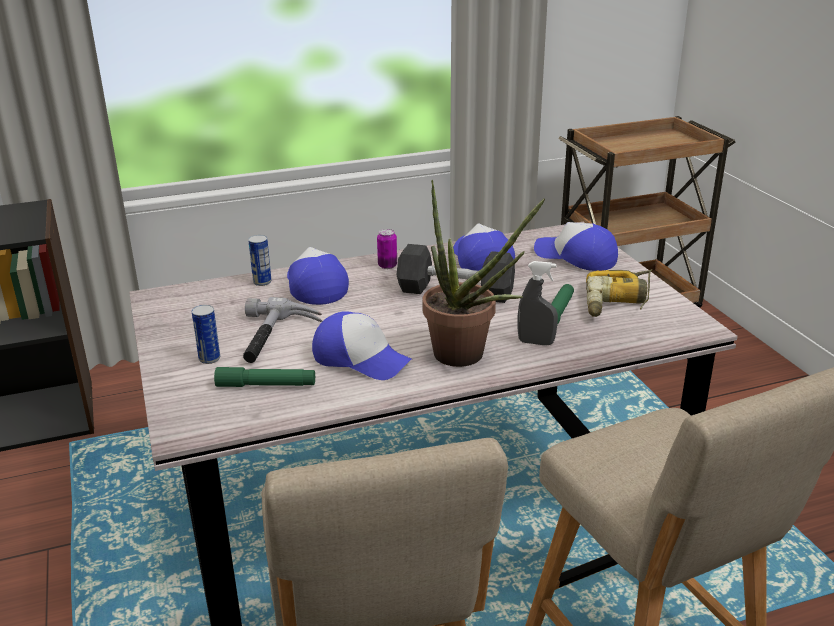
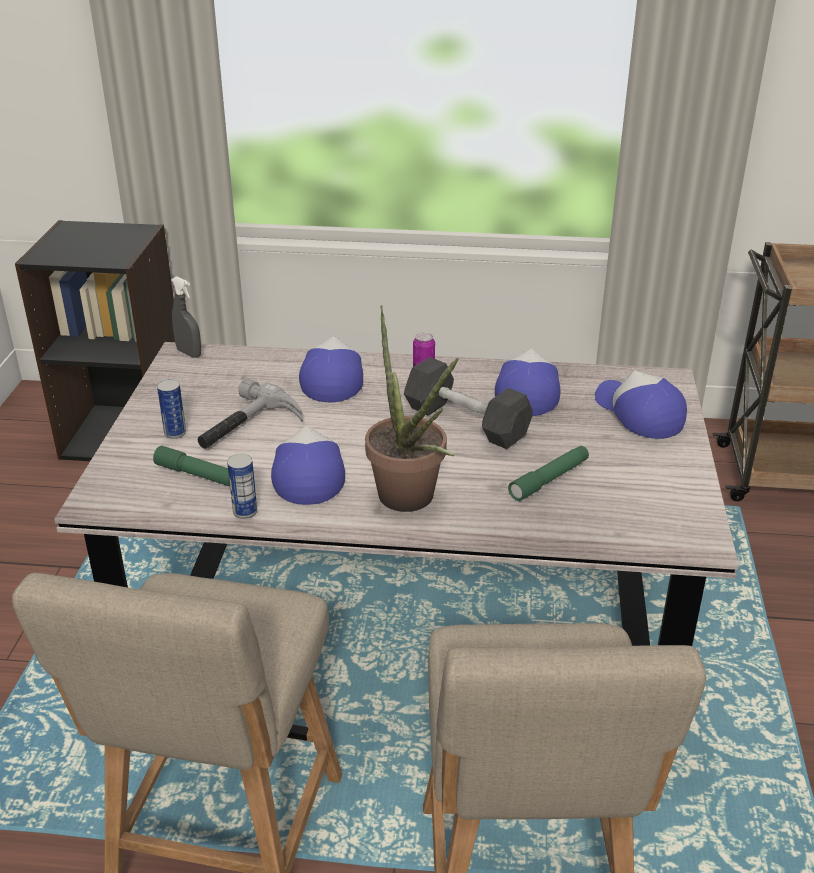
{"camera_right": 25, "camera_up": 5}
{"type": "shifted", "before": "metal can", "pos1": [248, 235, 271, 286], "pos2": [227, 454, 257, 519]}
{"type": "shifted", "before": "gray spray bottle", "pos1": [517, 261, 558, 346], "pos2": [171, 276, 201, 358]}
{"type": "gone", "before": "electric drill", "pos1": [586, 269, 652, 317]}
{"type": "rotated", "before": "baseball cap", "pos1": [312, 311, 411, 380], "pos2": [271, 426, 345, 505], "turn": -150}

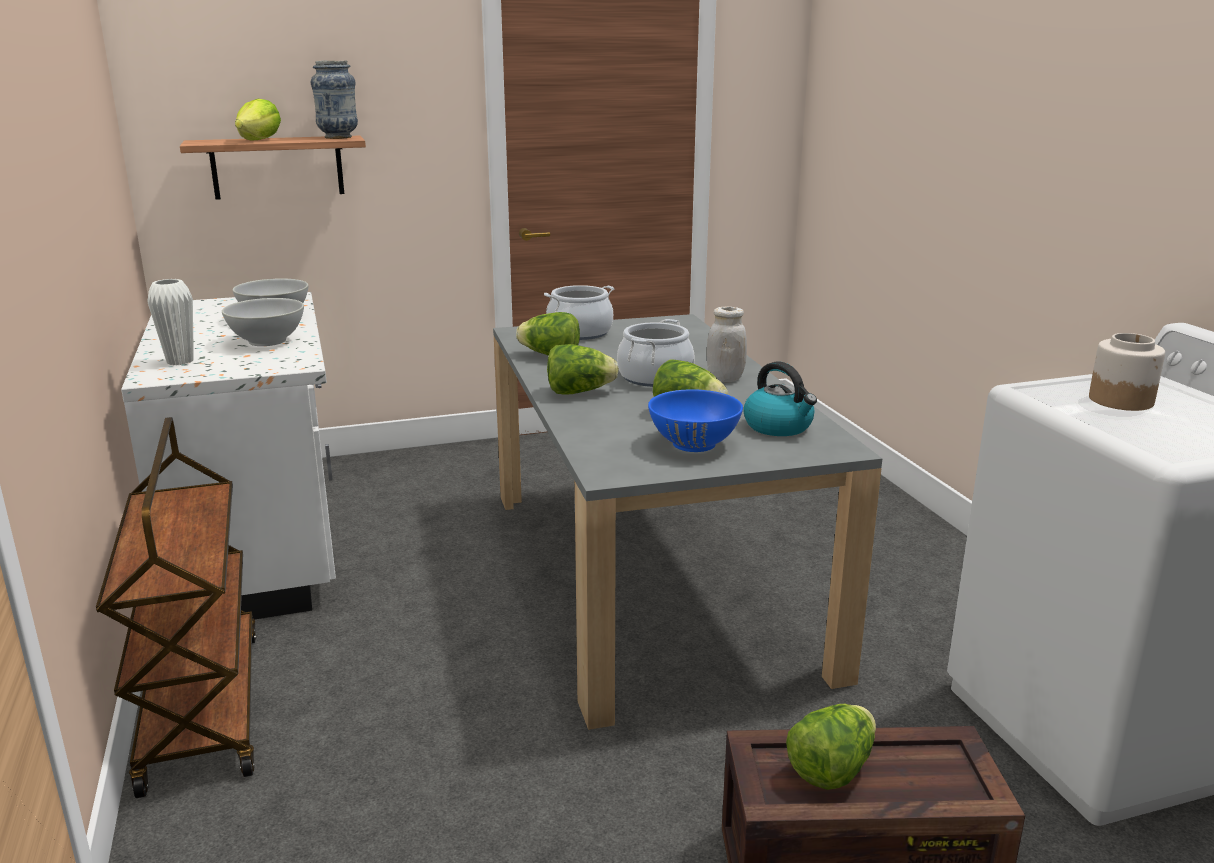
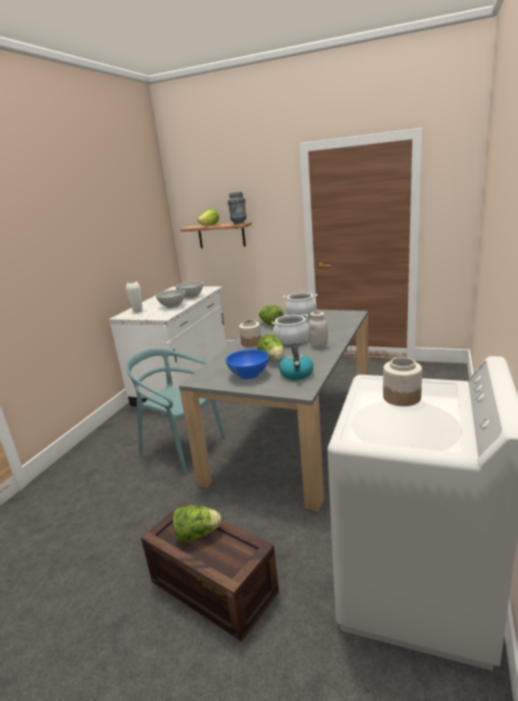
{"camera_right": 40, "camera_up": 0}
{"type": "swapped", "before": "lettuce", "after": "storage jar", "pos1": [547, 344, 619, 395], "pos2": [239, 320, 261, 347]}
{"type": "gone", "before": "brownish cart", "pos1": [96, 417, 257, 798]}
{"type": "new", "after": "blue-green chair", "pos2": [126, 348, 225, 473]}

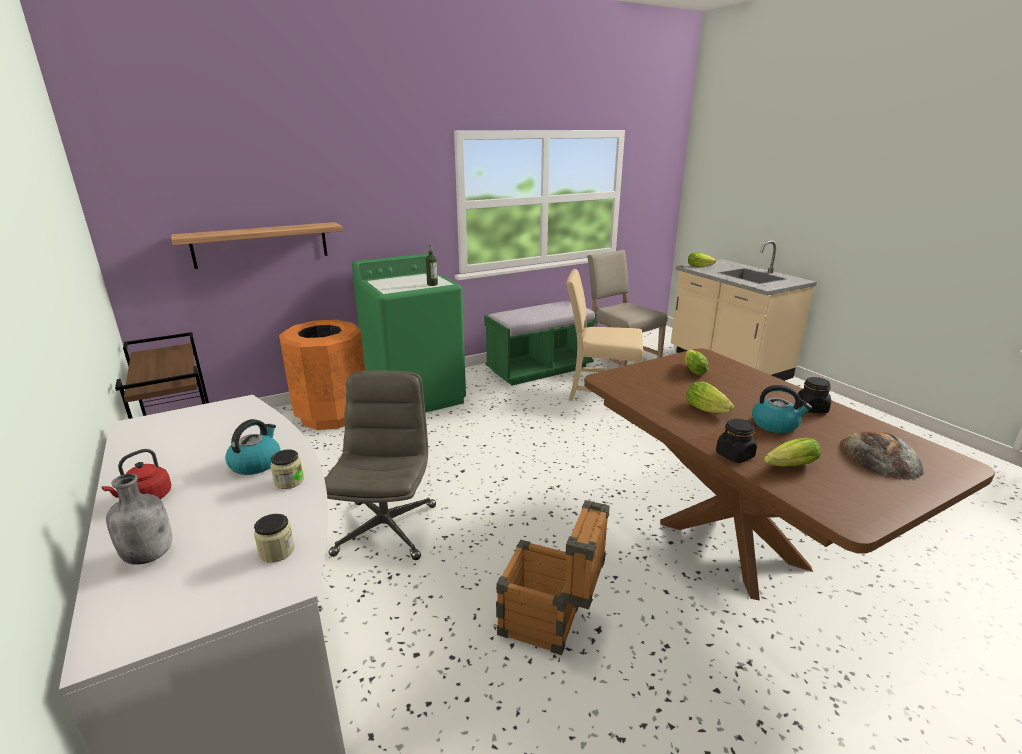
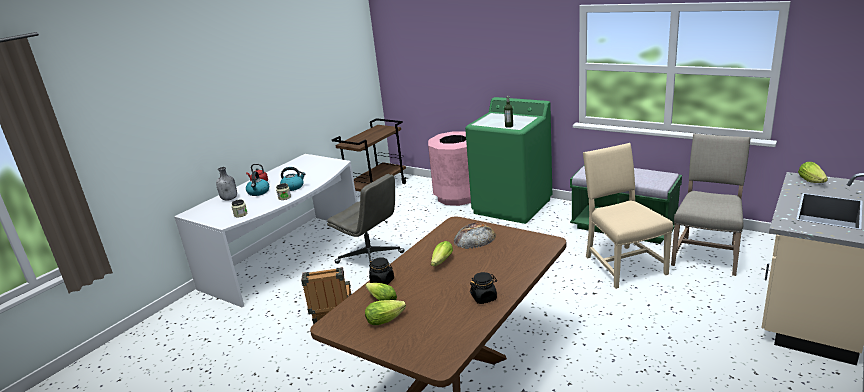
{"camera_right": 65, "camera_up": 0}
{"type": "gone", "before": "wall shelf", "pos1": [171, 222, 343, 269]}
{"type": "repainted", "before": "orange waste bin", "after": "pink waste bin", "pos1": [279, 320, 365, 430], "pos2": [428, 131, 471, 206]}
{"type": "shifted", "before": "lettuce", "pos1": [685, 350, 708, 375], "pos2": [365, 300, 406, 325]}
{"type": "rotated", "before": "gray office chair", "pos1": [324, 370, 436, 560], "pos2": [327, 174, 404, 274], "turn": 60}
{"type": "shifted", "before": "tea kettle", "pos1": [752, 385, 812, 433], "pos2": [246, 171, 269, 196]}
{"type": "shifted", "before": "bakery bread", "pos1": [840, 431, 924, 480], "pos2": [453, 222, 496, 249]}

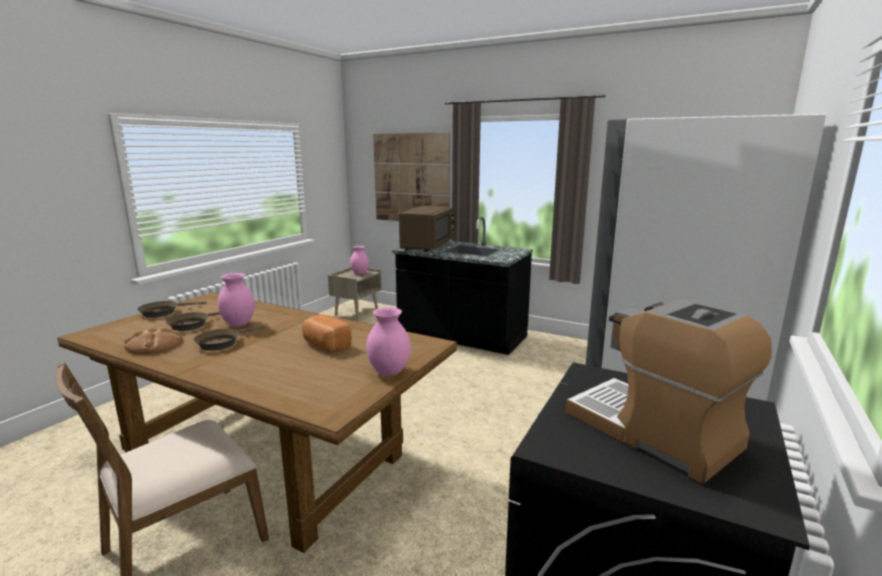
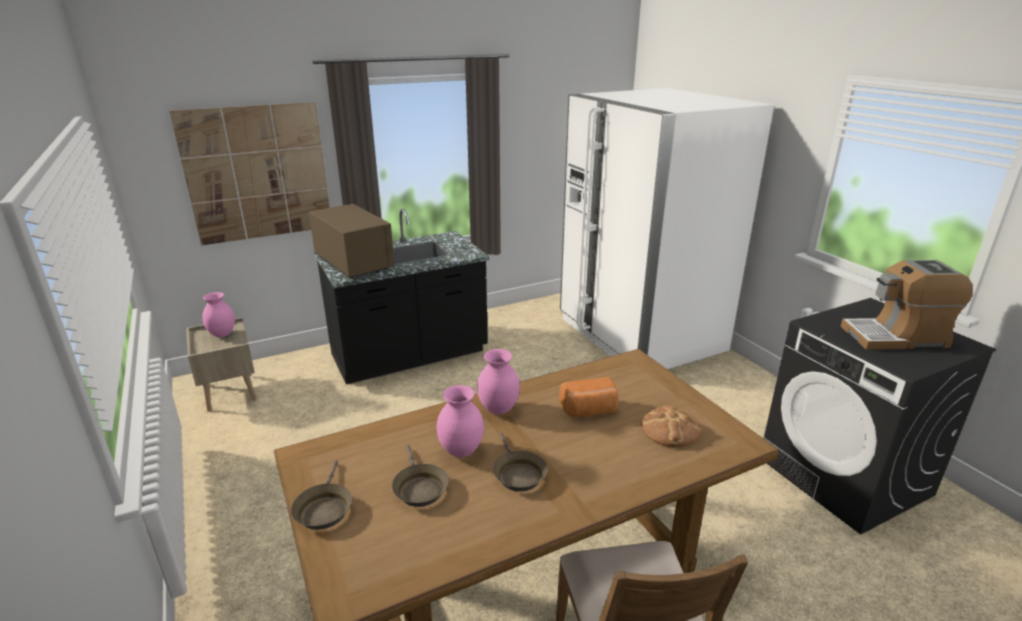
{"camera_right": -55, "camera_up": 10}
{"type": "shifted", "before": "pink flower vase", "pos1": [366, 307, 410, 376], "pos2": [477, 349, 520, 415]}
{"type": "shifted", "before": "bakery bread", "pos1": [124, 326, 183, 354], "pos2": [641, 405, 702, 447]}

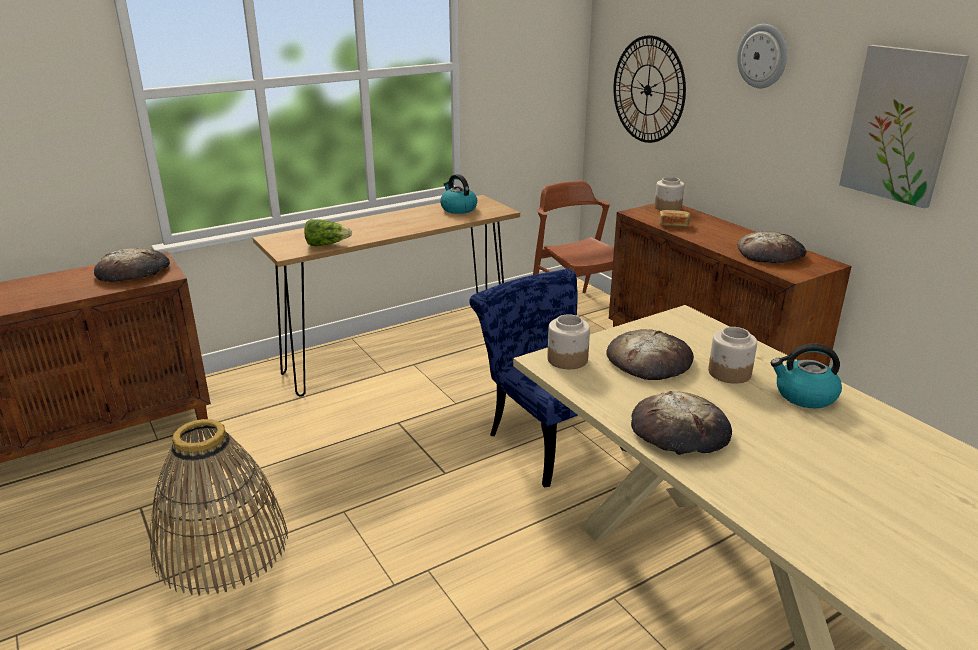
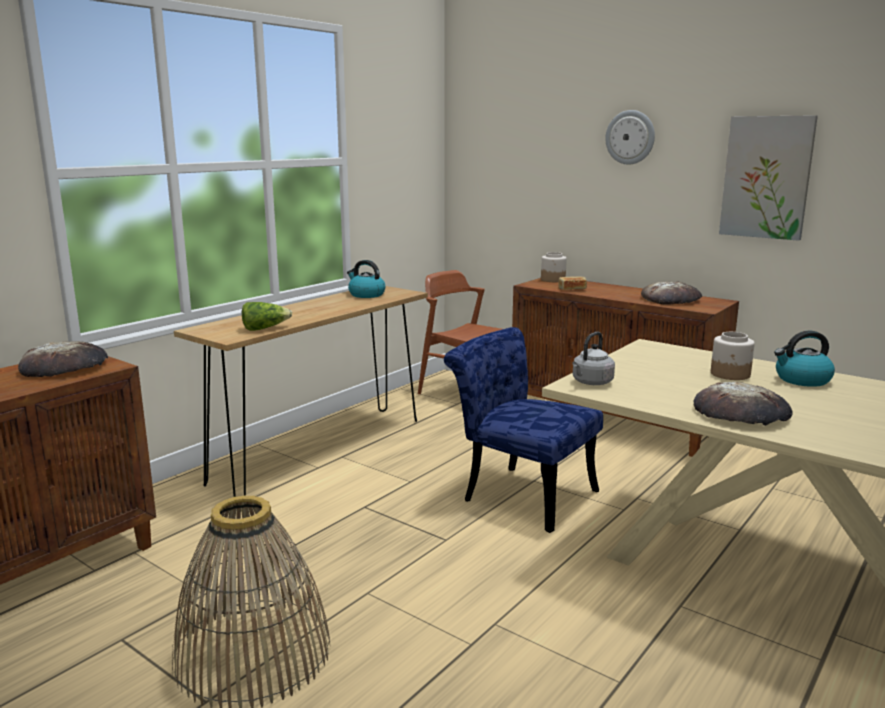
{"camera_right": -20, "camera_up": -10}
{"type": "gone", "before": "wall clock", "pos1": [614, 35, 686, 143]}
{"type": "swapped", "before": "storage jar", "after": "gray tea kettle", "pos1": [547, 314, 590, 369], "pos2": [573, 332, 615, 385]}
{"type": "gone", "before": "bakery bread", "pos1": [606, 329, 694, 380]}

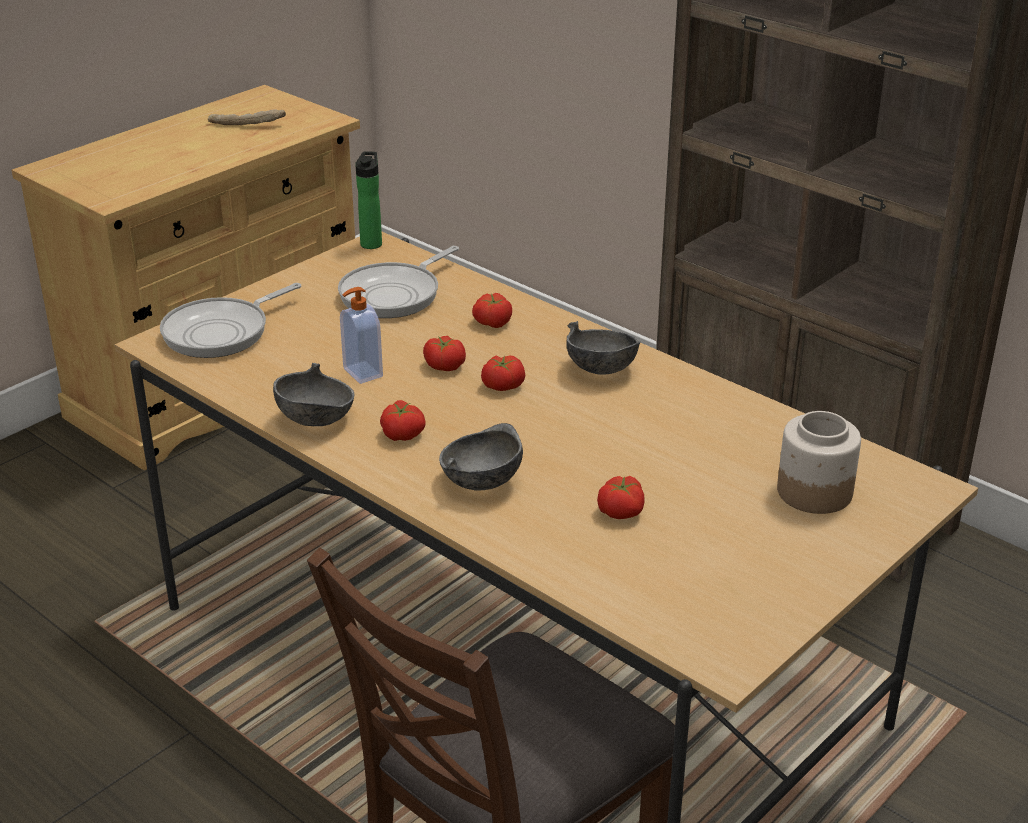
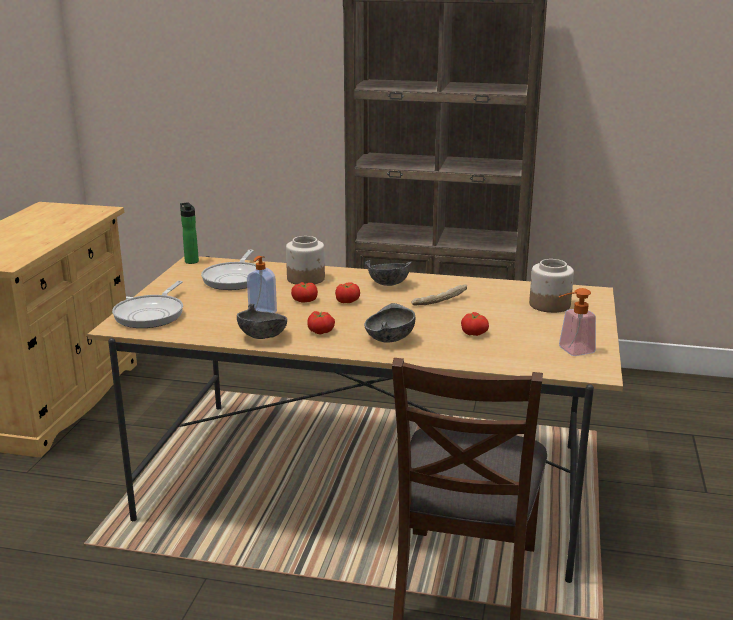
{"camera_right": -30, "camera_up": -10}
{"type": "shifted", "before": "bakery bread", "pos1": [208, 109, 286, 125], "pos2": [411, 284, 467, 305]}
{"type": "swapped", "before": "fresh tomato", "after": "storage jar", "pos1": [472, 293, 512, 328], "pos2": [286, 236, 325, 284]}
{"type": "new", "after": "liquid soap bottle", "pos2": [559, 288, 596, 356]}

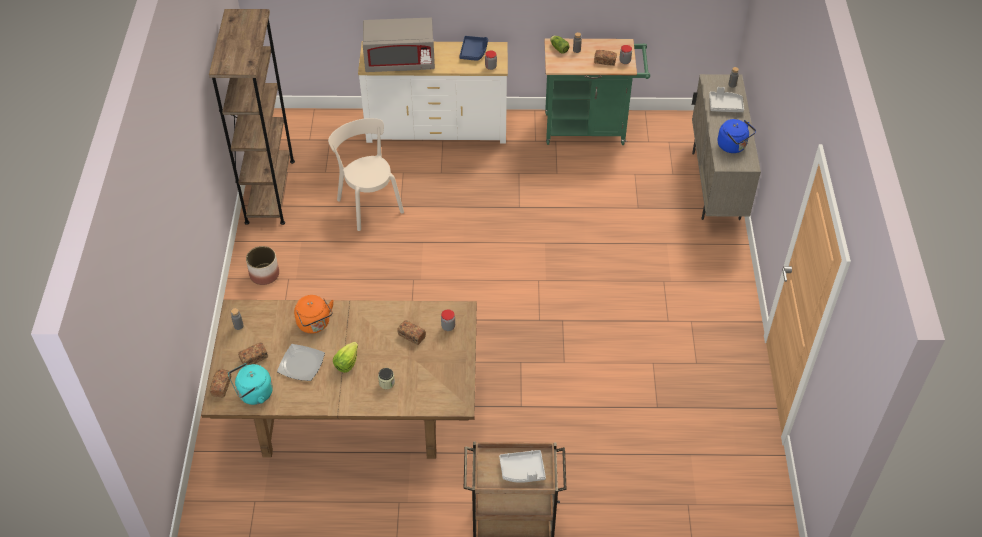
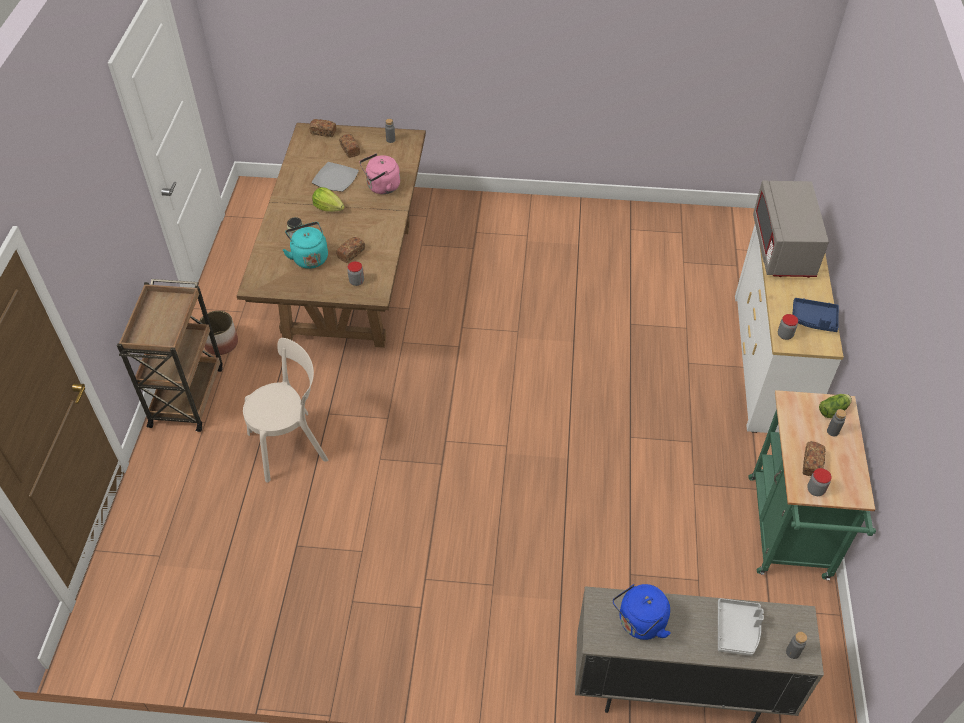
{"camera_right": 95, "camera_up": 0}
{"type": "gone", "before": "brownish bookshelf", "pos1": [209, 9, 295, 225]}
{"type": "shifted", "before": "sand-coloured chair", "pos1": [328, 118, 404, 231], "pos2": [243, 338, 328, 482]}
{"type": "shifted", "before": "flower pot", "pos1": [246, 246, 279, 285], "pos2": [199, 311, 238, 355]}
{"type": "repainted", "before": "orange tea kettle", "after": "pink tea kettle", "pos1": [294, 295, 334, 333], "pos2": [359, 153, 400, 194]}
{"type": "shifted", "before": "blue-green tea kettle", "pos1": [228, 363, 273, 405], "pos2": [283, 222, 328, 269]}
{"type": "gone", "before": "gray tray", "pos1": [499, 450, 546, 483]}

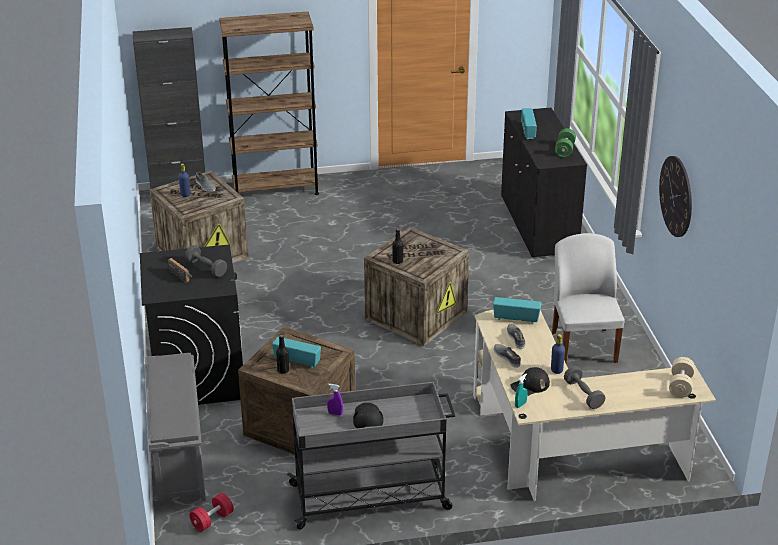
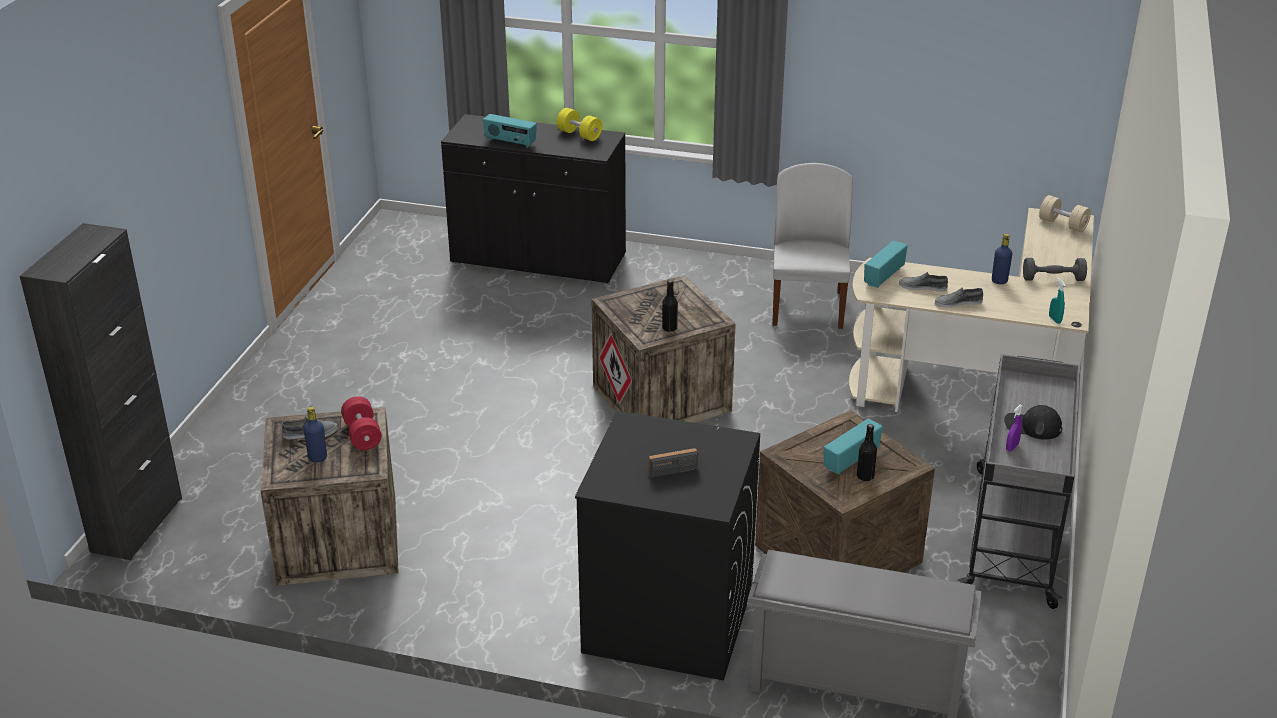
{"camera_right": -65, "camera_up": 0}
{"type": "gone", "before": "brownish bookshelf", "pos1": [219, 12, 319, 195]}
{"type": "repainted", "before": "green-coloured dumbbell", "after": "yellowish dumbbell", "pos1": [555, 128, 576, 158], "pos2": [557, 108, 602, 141]}
{"type": "gone", "before": "wall clock", "pos1": [659, 156, 692, 237]}
{"type": "rotated", "before": "whitish chair", "pos1": [552, 233, 625, 363], "pos2": [773, 163, 853, 329], "turn": 75}
{"type": "gone", "before": "gray dumbbell", "pos1": [185, 245, 227, 277]}
{"type": "gone", "before": "blackish baseball cap", "pos1": [510, 367, 550, 396]}
{"type": "shifted", "before": "red-coloured dumbbell", "pos1": [189, 493, 234, 532], "pos2": [341, 396, 382, 450]}

